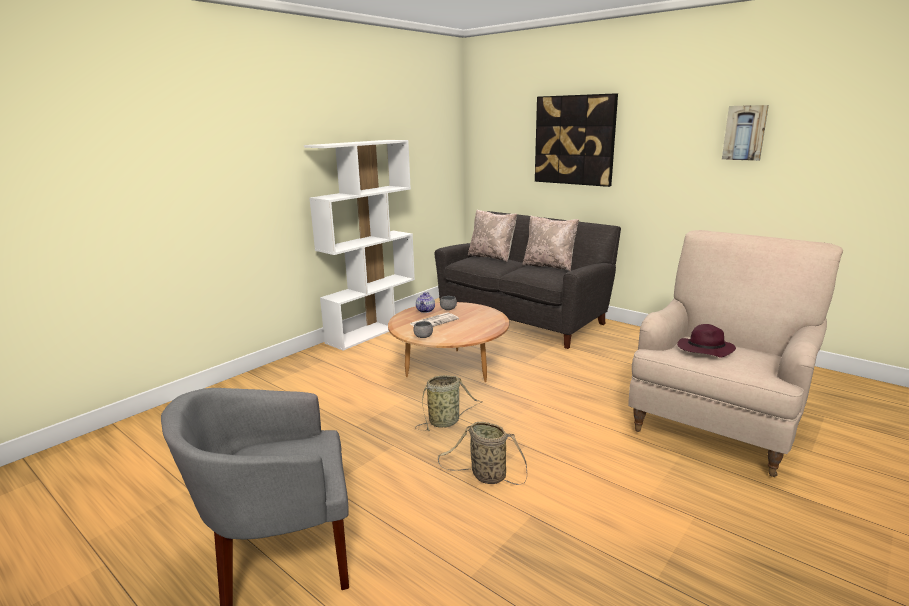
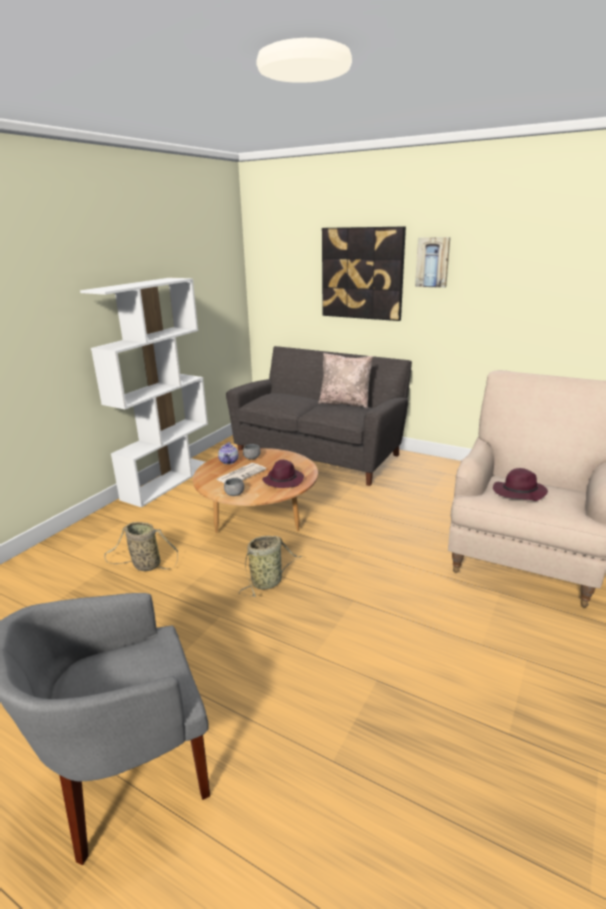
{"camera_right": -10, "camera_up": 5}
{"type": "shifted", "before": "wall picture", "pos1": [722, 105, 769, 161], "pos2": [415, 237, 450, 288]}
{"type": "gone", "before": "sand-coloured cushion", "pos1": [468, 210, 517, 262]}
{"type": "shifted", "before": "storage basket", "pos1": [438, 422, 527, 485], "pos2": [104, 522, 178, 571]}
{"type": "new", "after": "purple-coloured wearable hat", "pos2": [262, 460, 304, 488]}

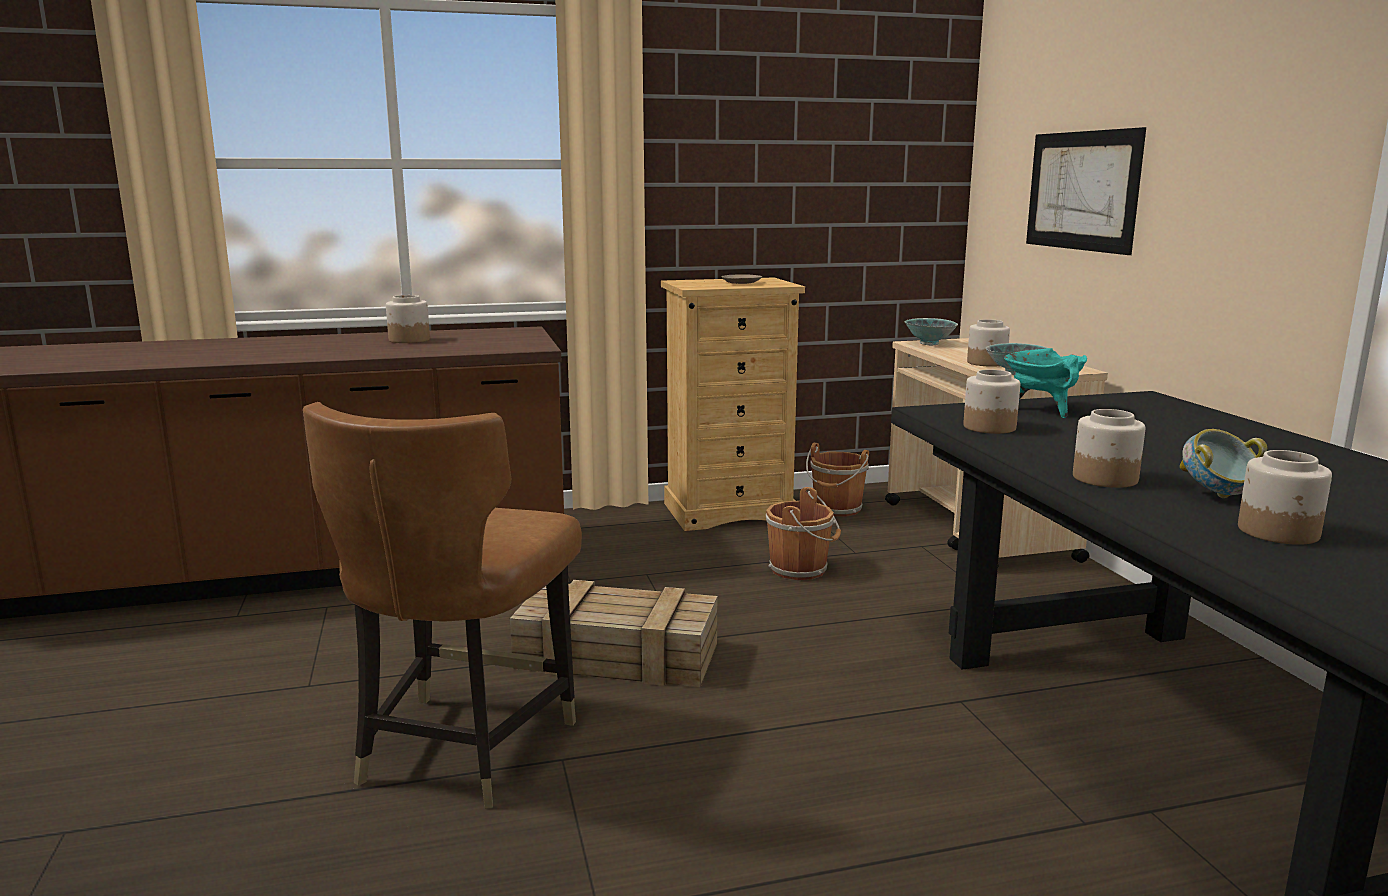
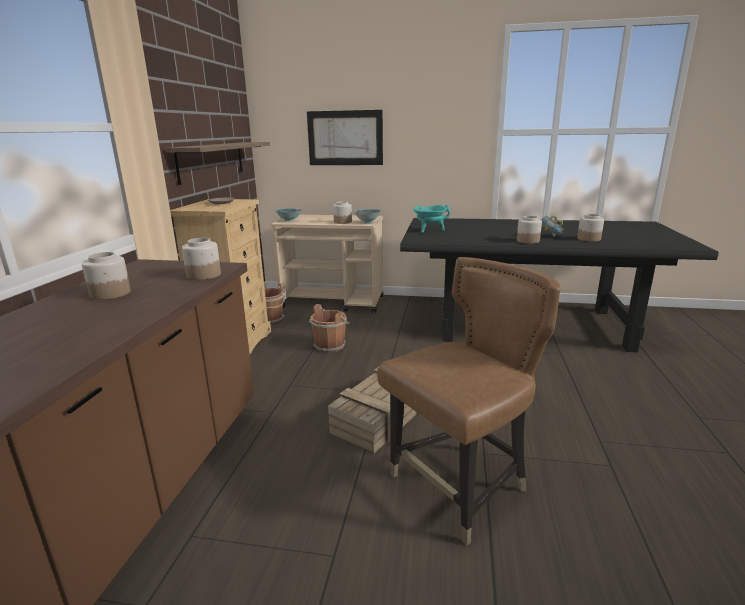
{"camera_right": -65, "camera_up": 5}
{"type": "shifted", "before": "storage jar", "pos1": [963, 369, 1020, 434], "pos2": [182, 238, 221, 280]}
{"type": "rotated", "before": "brownish chair", "pos1": [303, 402, 582, 809], "pos2": [377, 257, 560, 545], "turn": -75}
{"type": "new", "after": "wall shelf", "pos2": [165, 142, 270, 185]}

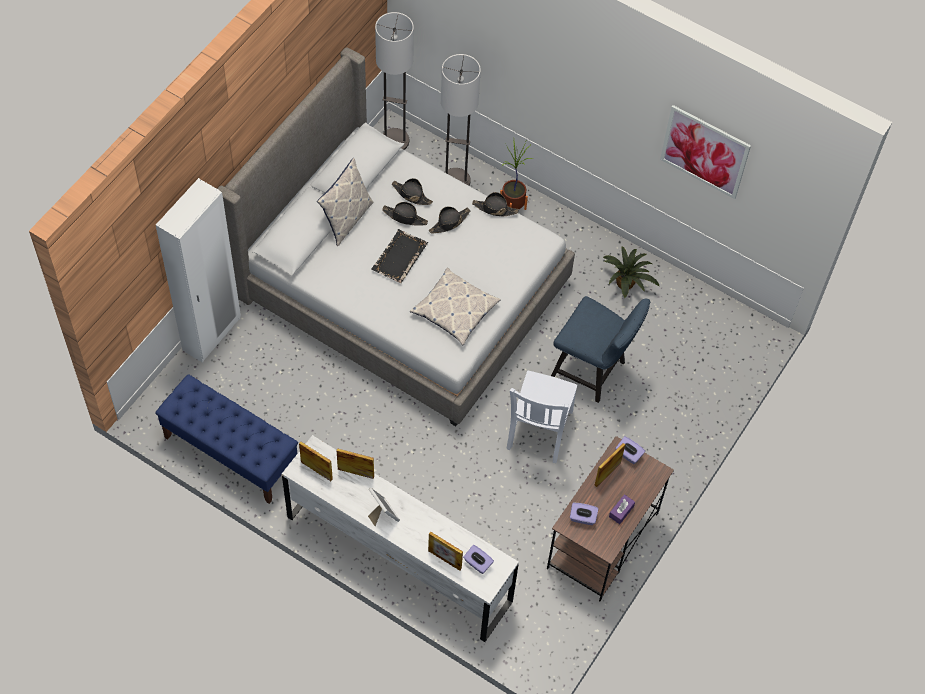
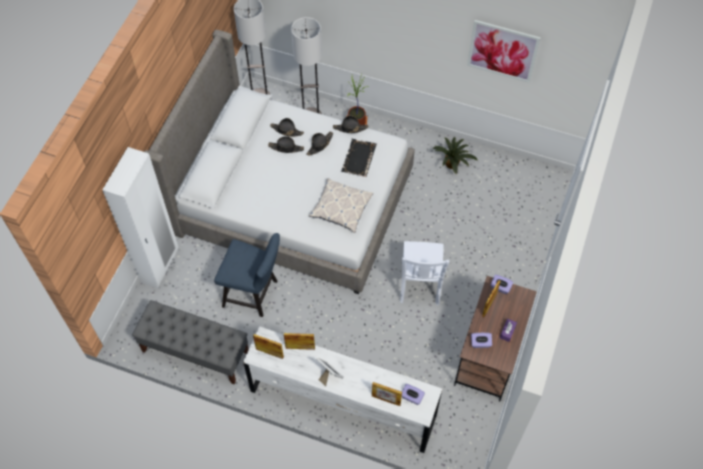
{"camera_right": -10, "camera_up": 0}
{"type": "gone", "before": "cushion", "pos1": [317, 158, 374, 246]}
{"type": "shifted", "before": "blackish tray", "pos1": [371, 229, 428, 283], "pos2": [341, 138, 377, 177]}
{"type": "shifted", "before": "blue-coloured chair", "pos1": [551, 296, 650, 403], "pos2": [214, 233, 280, 317]}
{"type": "repainted", "before": "blue-coloured bench", "after": "gray bench", "pos1": [155, 374, 298, 504], "pos2": [132, 300, 249, 384]}

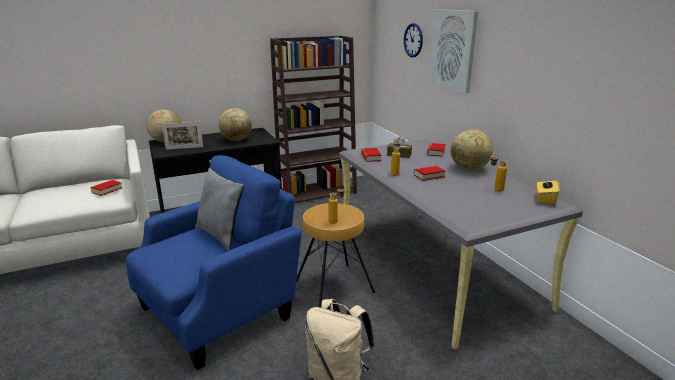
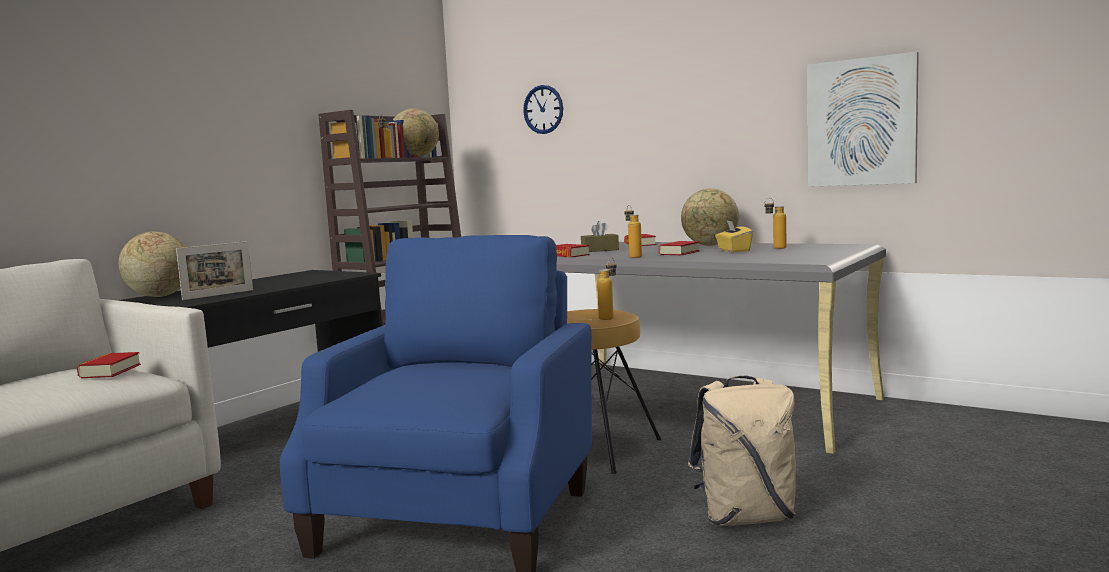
{"camera_right": -30, "camera_up": -15}
{"type": "shifted", "before": "wall picture", "pos1": [429, 9, 478, 93], "pos2": [807, 52, 919, 187]}
{"type": "shifted", "before": "desk globe", "pos1": [219, 108, 252, 141], "pos2": [393, 108, 439, 157]}
{"type": "gone", "before": "gray cushion", "pos1": [195, 168, 244, 251]}
{"type": "shifted", "before": "yellowish tissue box", "pos1": [537, 176, 560, 205], "pos2": [715, 221, 753, 252]}

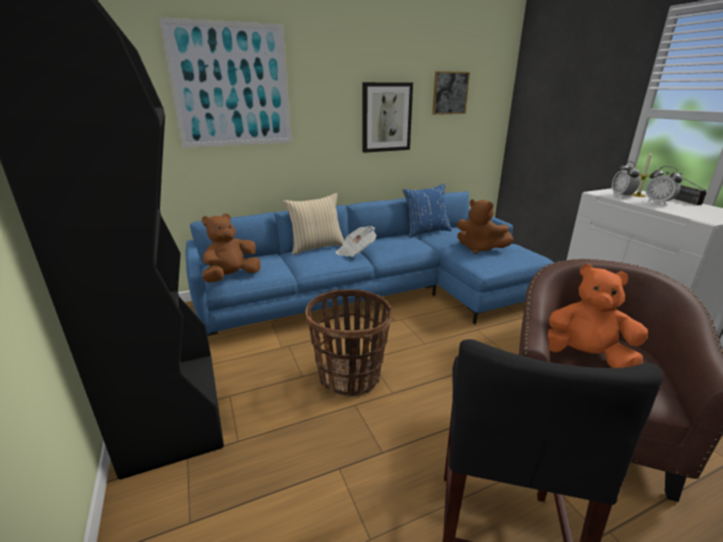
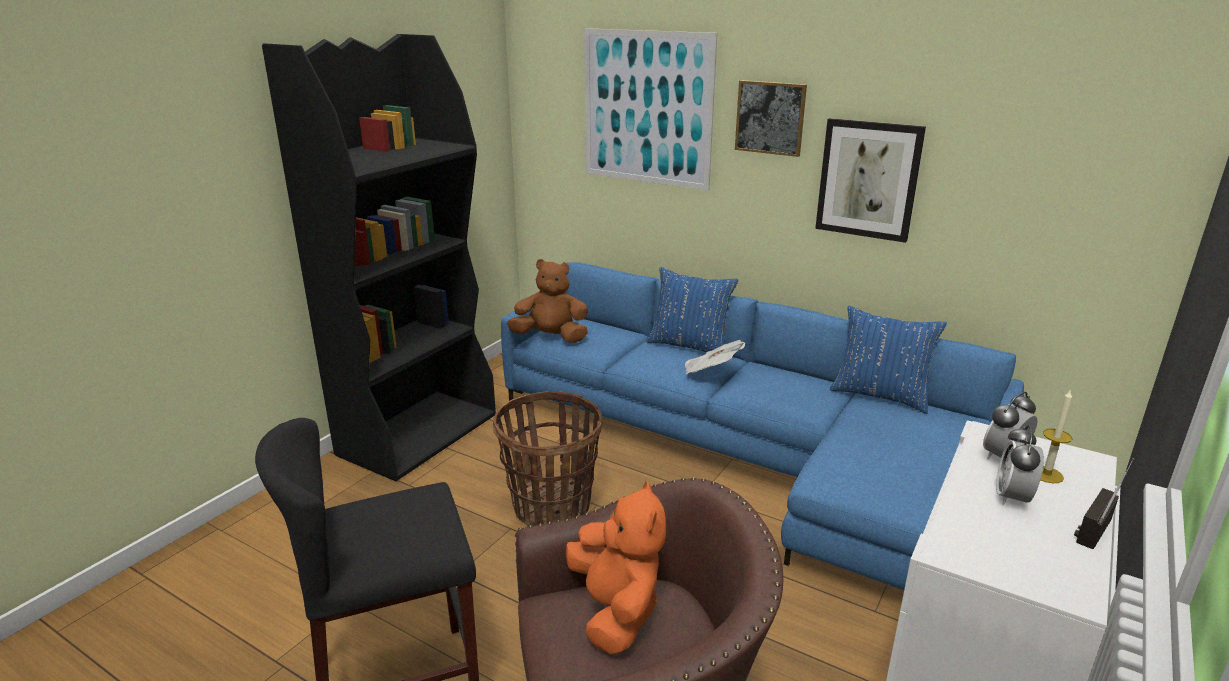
{"camera_right": 55, "camera_up": 0}
{"type": "shifted", "before": "wall picture", "pos1": [432, 71, 470, 115], "pos2": [735, 80, 807, 157]}
{"type": "repainted", "before": "sand-coloured cushion", "after": "blue-coloured cushion", "pos1": [283, 193, 344, 255], "pos2": [646, 267, 738, 353]}
{"type": "gone", "before": "brownish cuddly toy", "pos1": [457, 199, 514, 254]}

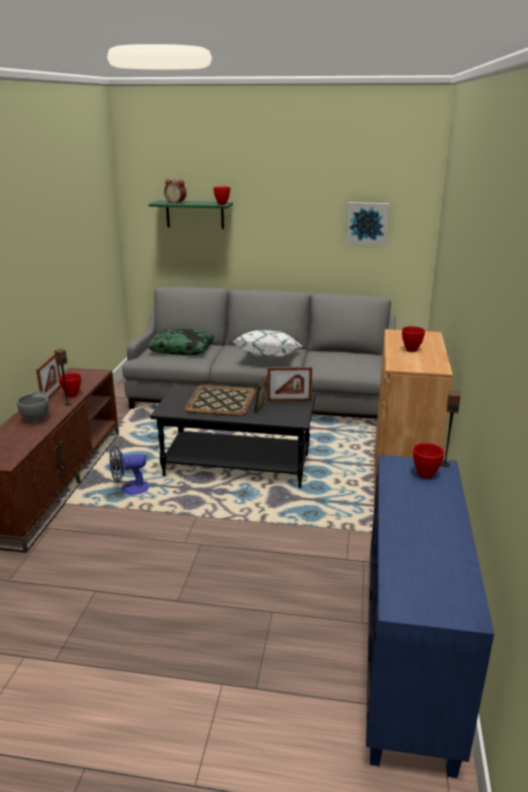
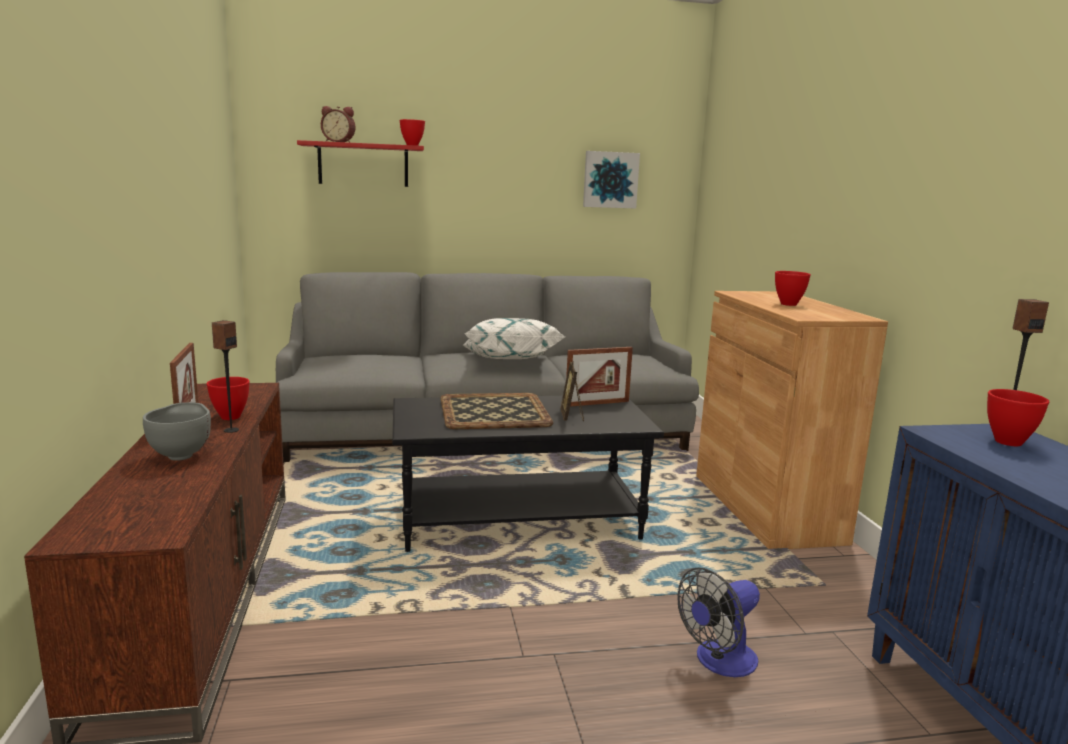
{"camera_right": -20, "camera_up": -10}
{"type": "repainted", "before": "green-coloured wall shelf", "after": "red-coloured wall shelf", "pos1": [149, 200, 233, 229], "pos2": [297, 140, 424, 187]}
{"type": "gone", "before": "cushion", "pos1": [148, 329, 214, 355]}
{"type": "shifted", "before": "electric fan", "pos1": [109, 445, 149, 495], "pos2": [677, 568, 760, 677]}

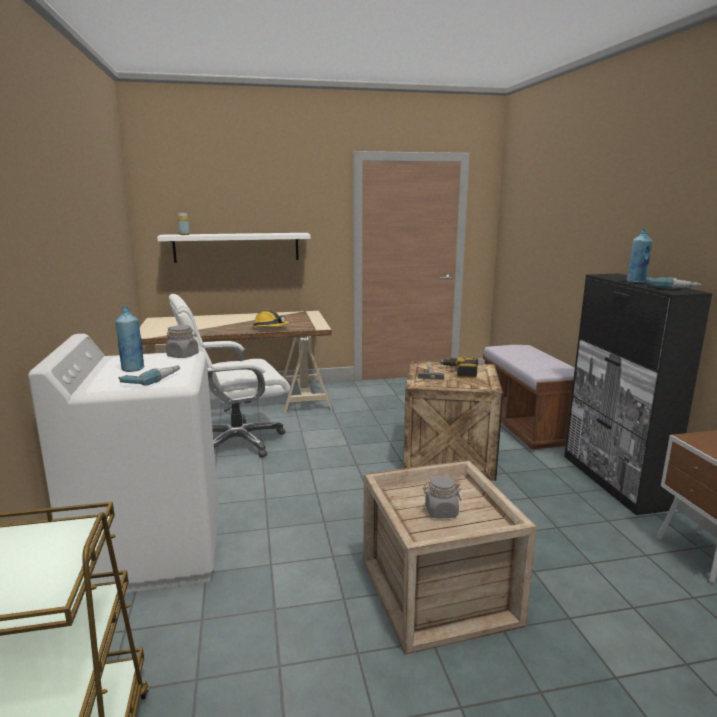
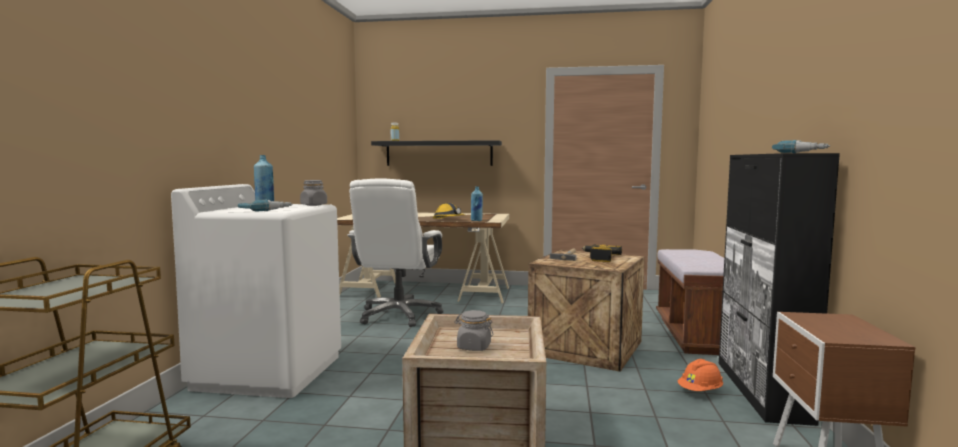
{"camera_right": 20, "camera_up": -10}
{"type": "shifted", "before": "blue-coloured beverage bottle", "pos1": [627, 229, 652, 283], "pos2": [471, 186, 483, 221]}
{"type": "repainted", "before": "whitish wall shelf", "after": "blackish wall shelf", "pos1": [157, 233, 311, 263], "pos2": [371, 140, 502, 166]}
{"type": "rotated", "before": "whitish office chair", "pos1": [169, 294, 290, 458], "pos2": [347, 178, 443, 327], "turn": -75}
{"type": "new", "after": "orange safety helmet", "pos2": [678, 359, 723, 391]}

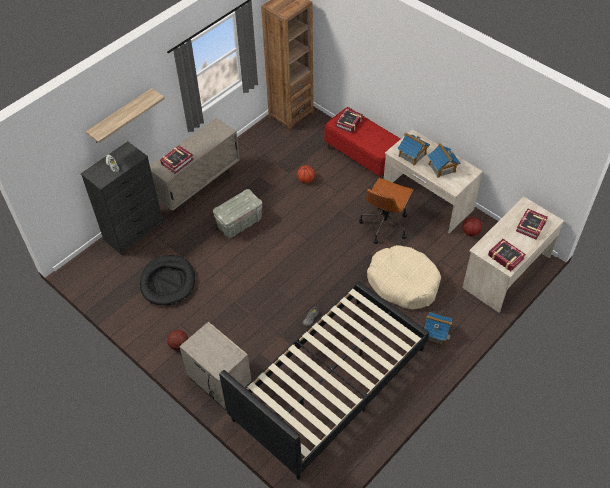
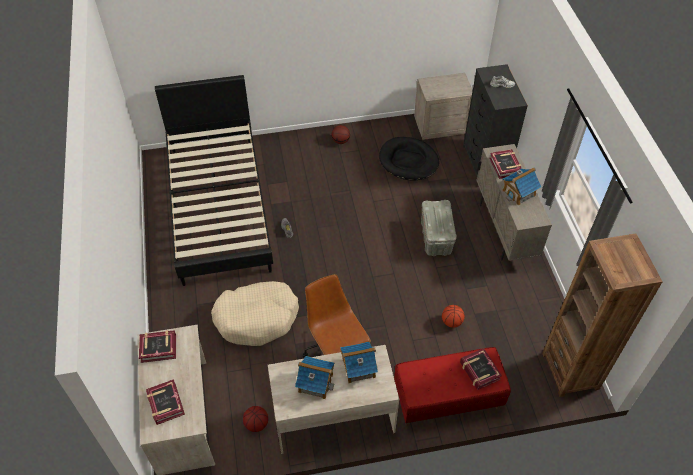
{"camera_right": 125, "camera_up": 0}
{"type": "gone", "before": "wall shelf", "pos1": [86, 88, 165, 143]}
{"type": "shifted", "before": "toy house", "pos1": [425, 312, 452, 346], "pos2": [502, 167, 542, 206]}
{"type": "shifted", "before": "sand-coloured nightstand", "pos1": [179, 322, 252, 409], "pos2": [414, 73, 473, 140]}

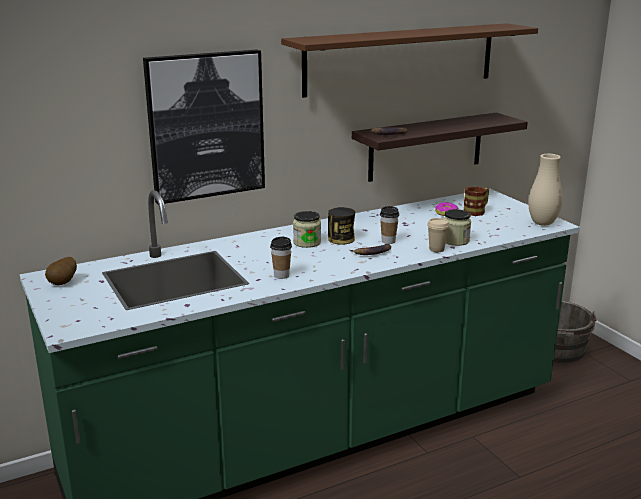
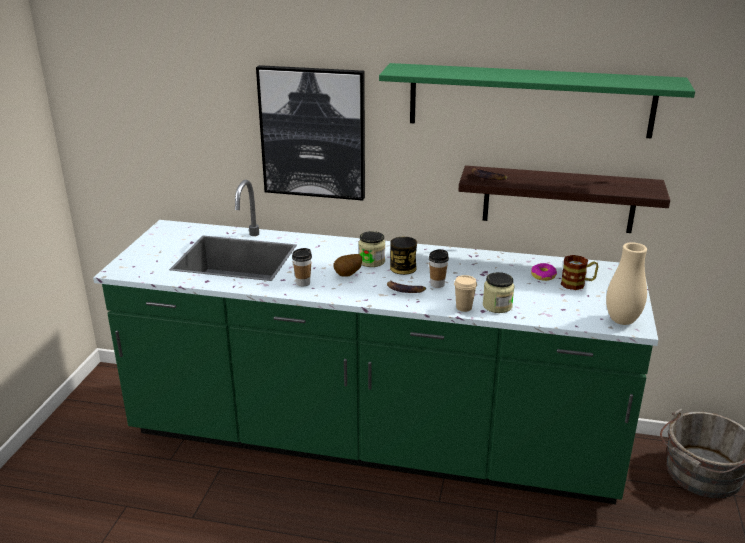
{"camera_right": 40, "camera_up": 5}
{"type": "repainted", "before": "brownish wall shelf", "after": "green-coloured wall shelf", "pos1": [281, 23, 538, 98], "pos2": [379, 63, 695, 138]}
{"type": "shifted", "before": "spud", "pos1": [45, 257, 77, 285], "pos2": [333, 254, 362, 277]}

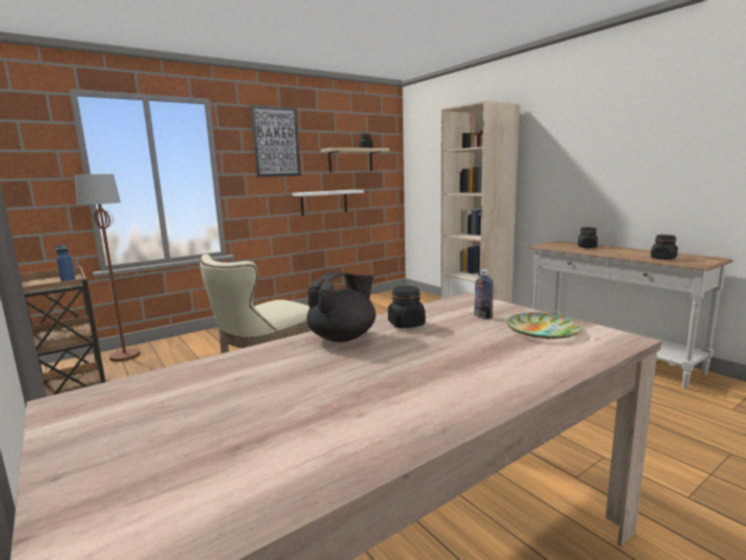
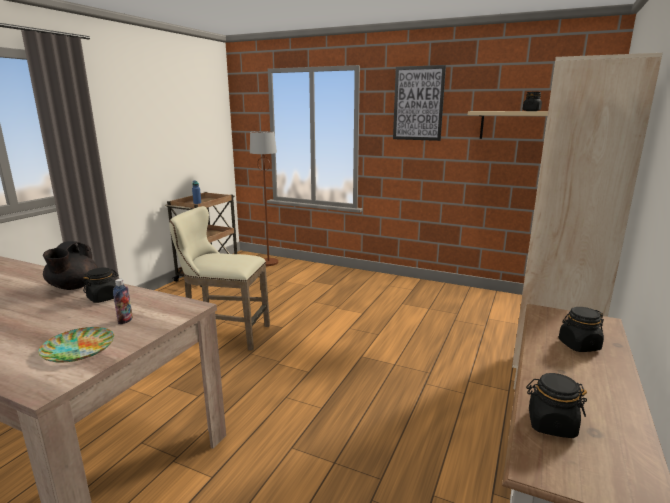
{"camera_right": 60, "camera_up": 5}
{"type": "gone", "before": "whitish wall shelf", "pos1": [292, 190, 364, 216]}
{"type": "rotated", "before": "blackish tea pot", "pos1": [307, 272, 376, 342], "pos2": [43, 241, 98, 290], "turn": 75}

